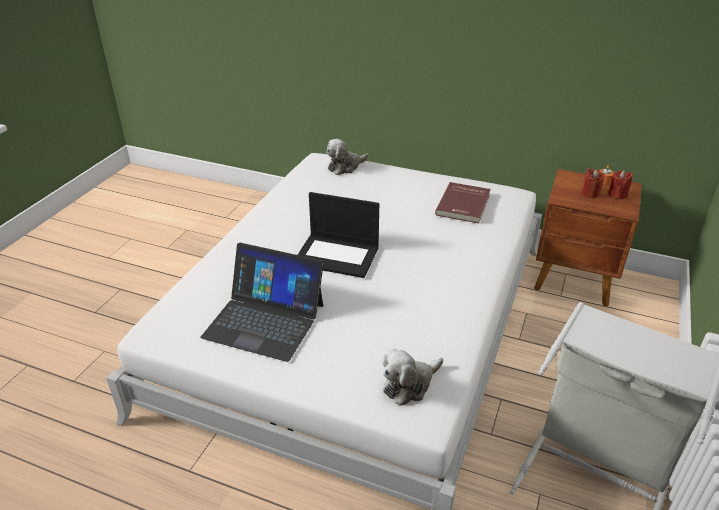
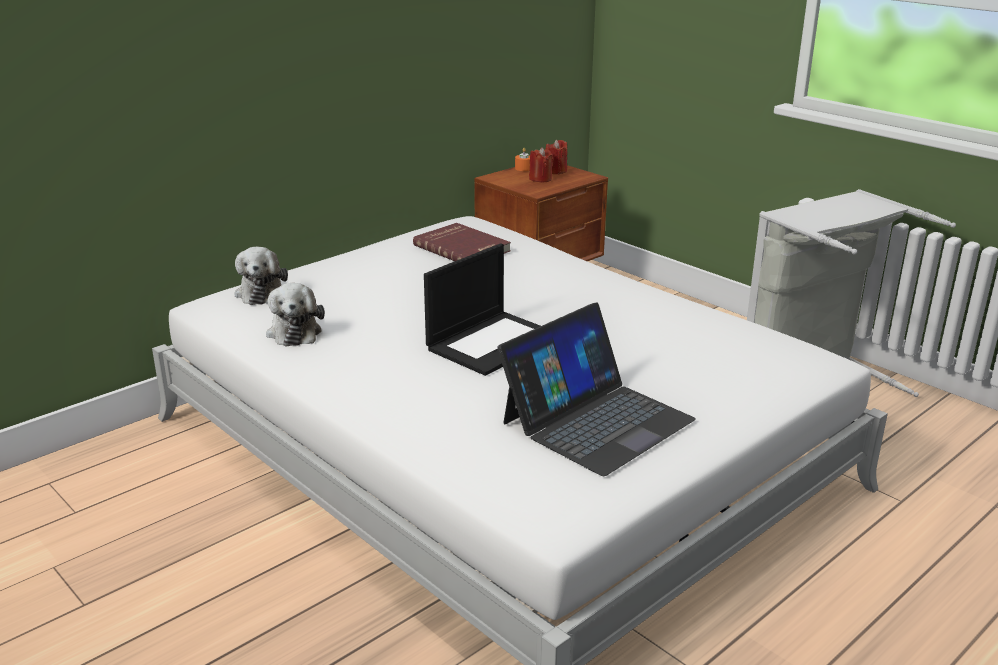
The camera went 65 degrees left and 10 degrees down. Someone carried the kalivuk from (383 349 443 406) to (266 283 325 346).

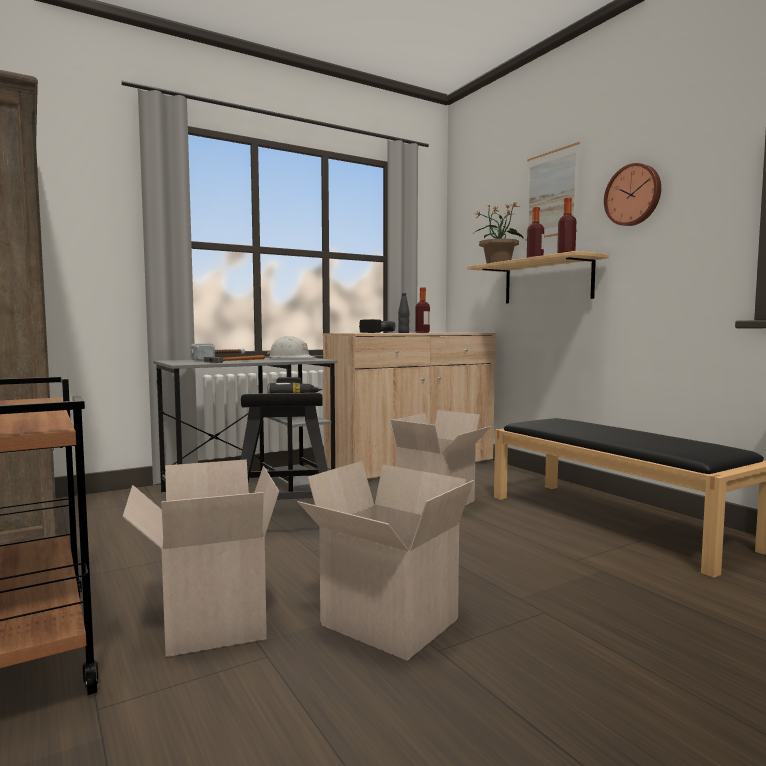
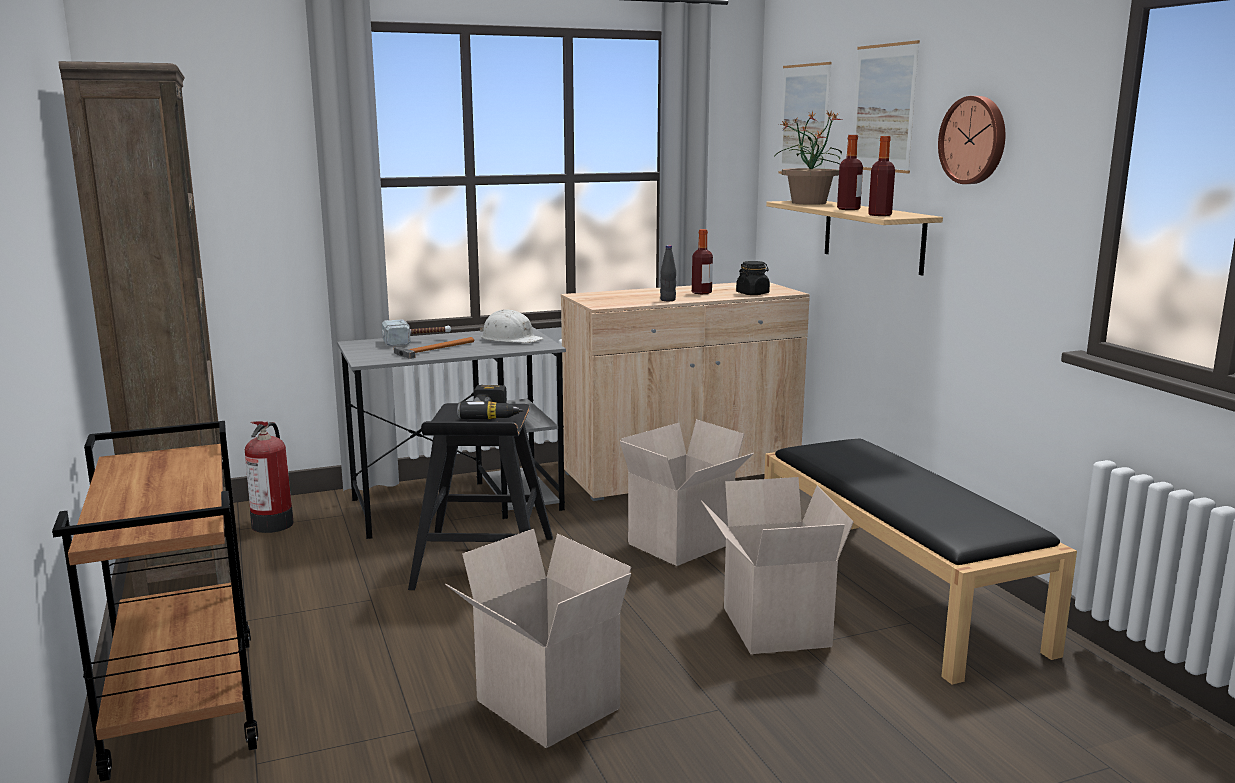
The camera went 10 degrees right and 10 degrees up. Someone took away the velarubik at (359 319 395 333). Someone put down the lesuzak at (245 421 294 533). Someone put down the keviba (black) at (736 261 770 295). Someone put up the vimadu at (779 62 831 174). Someone carried the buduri from (123 459 279 657) to (701 477 854 654).

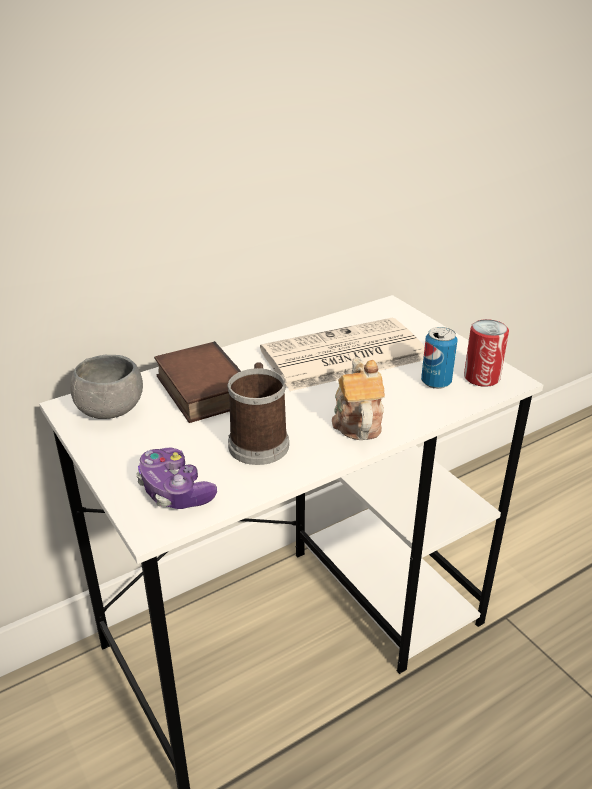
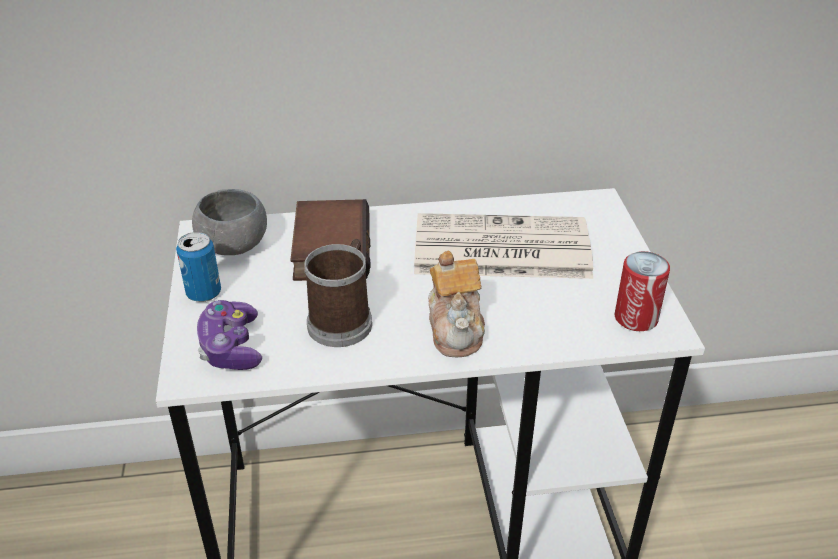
The camera went 25 degrees right and 5 degrees up. Someone carried the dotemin from (421 327 457 389) to (176 232 221 302). Someone rotated the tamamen at (332 357 385 440) by 150 degrees clockwise.

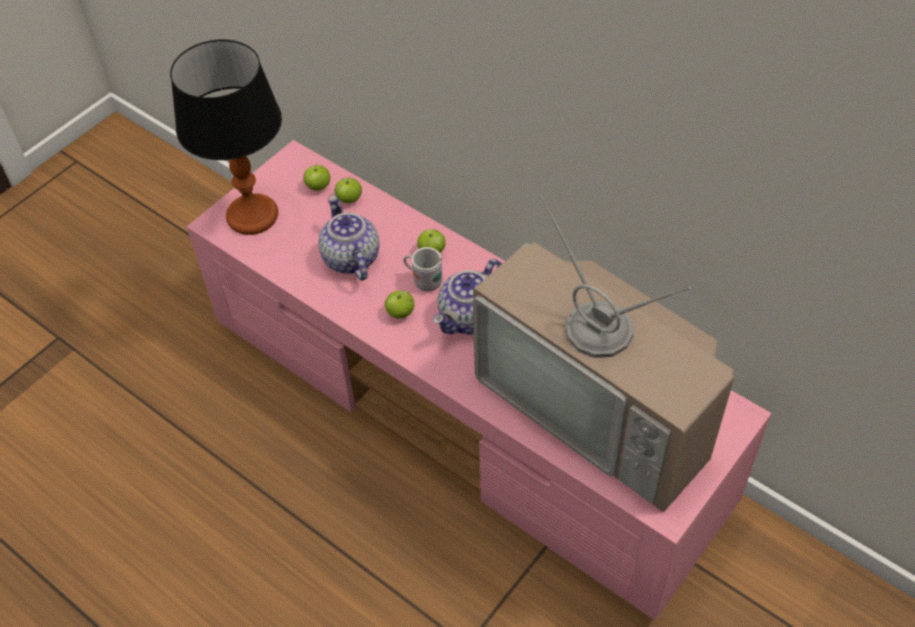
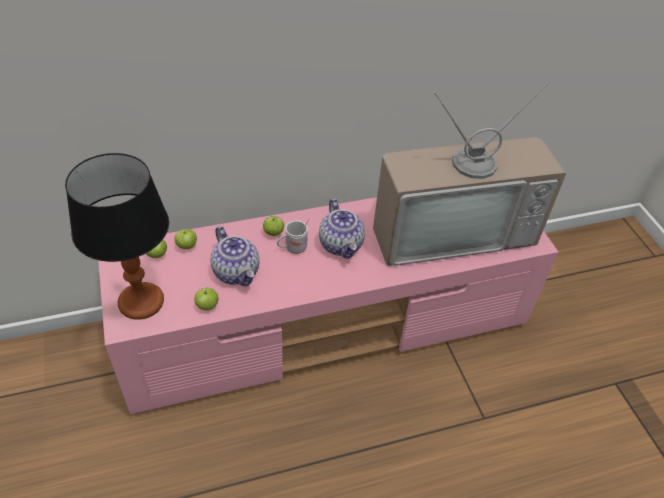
The camera went 60 degrees left and 5 degrees down. Someone carried the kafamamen from (385 290 414 319) to (194 288 218 310). Someone rotated the tamamen at (319 196 379 281) by 135 degrees counterclockwise.

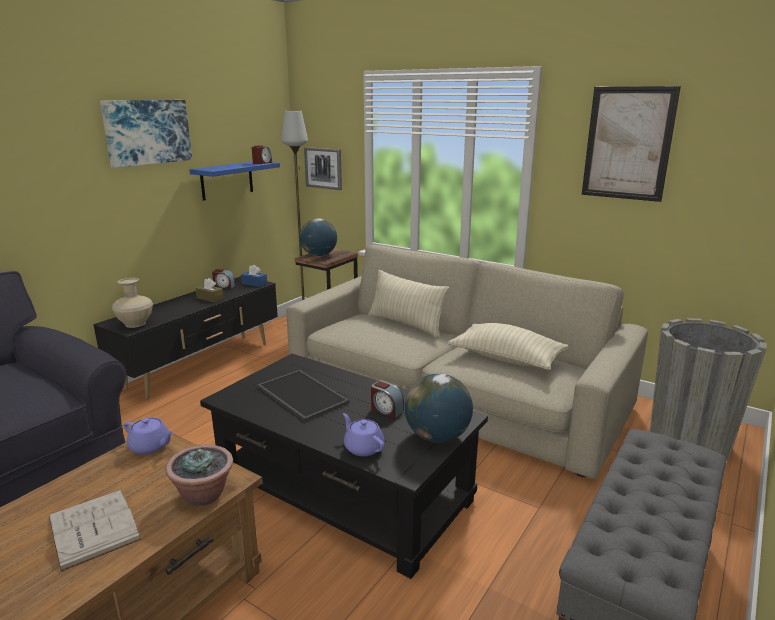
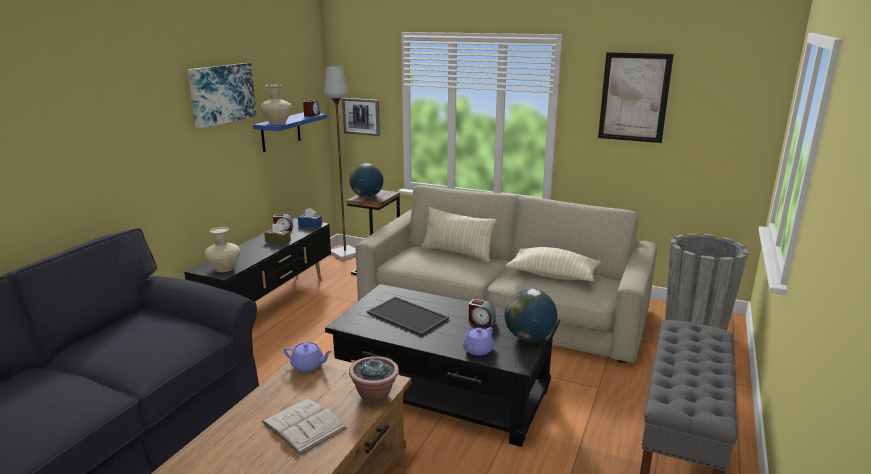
The camera went 10 degrees left and 0 degrees up. Someone put down the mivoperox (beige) at (260 84 292 125). Someone rotated the tamamen (purple) at (343 413 384 456) by 90 degrees counterclockwise.

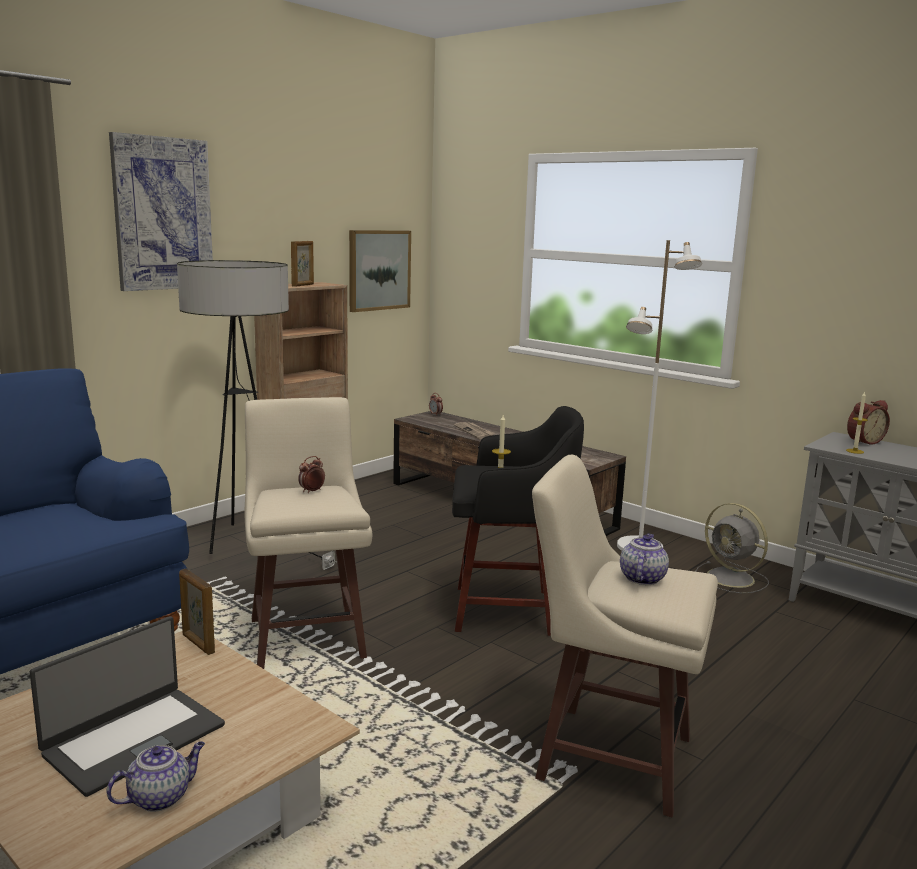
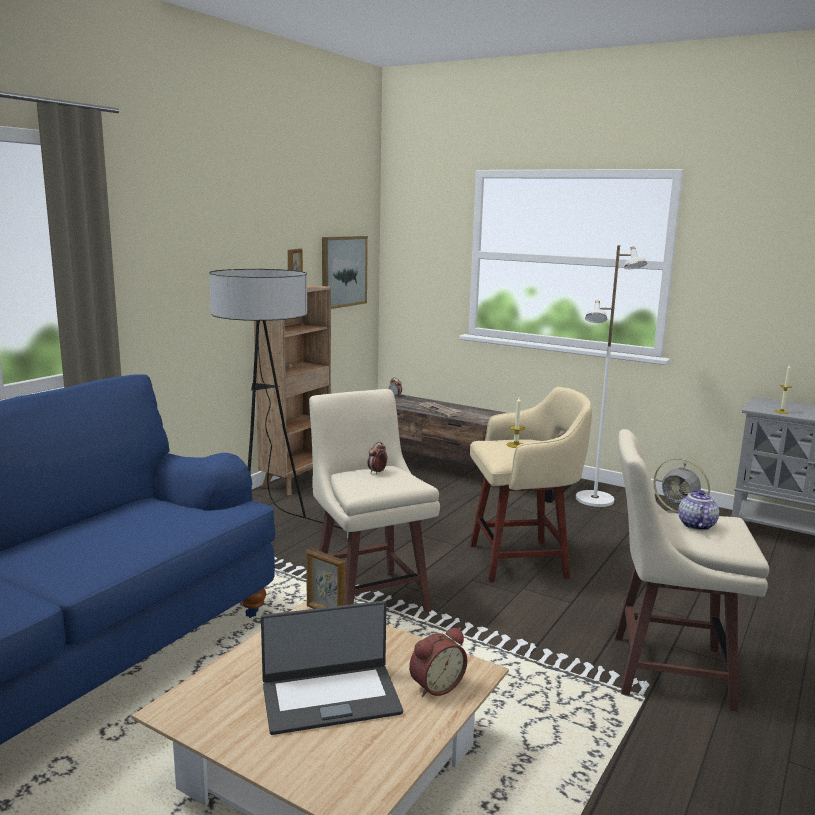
The camera went 10 degrees left and 0 degrees up. Someone took away the tamamen at (106 742 205 812). Someone took away the vimadu at (109 132 213 291). Someone carried the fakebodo from (847 400 890 445) to (409 628 467 697). Someone repainted the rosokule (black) at (452 406 584 636), which became the rosokule (beige) at (470 387 592 583). Someone rotated the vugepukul at (30 616 225 797) by 45 degrees clockwise.

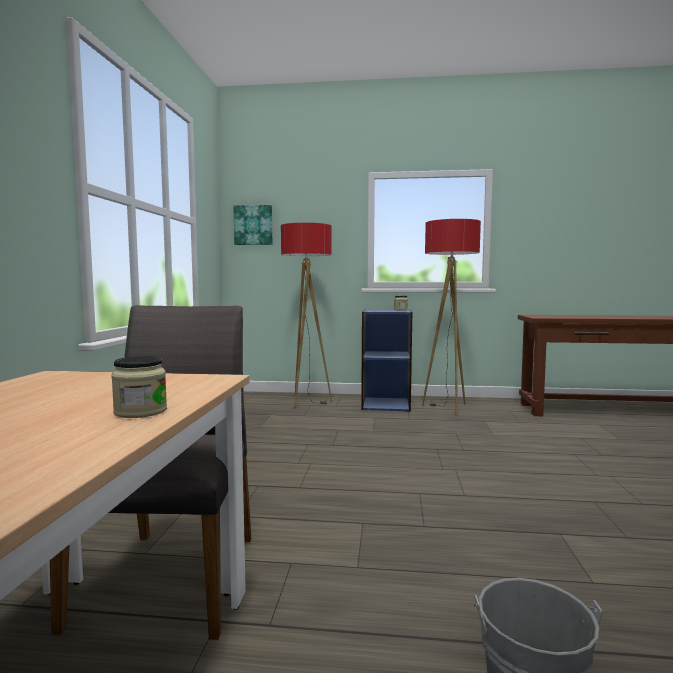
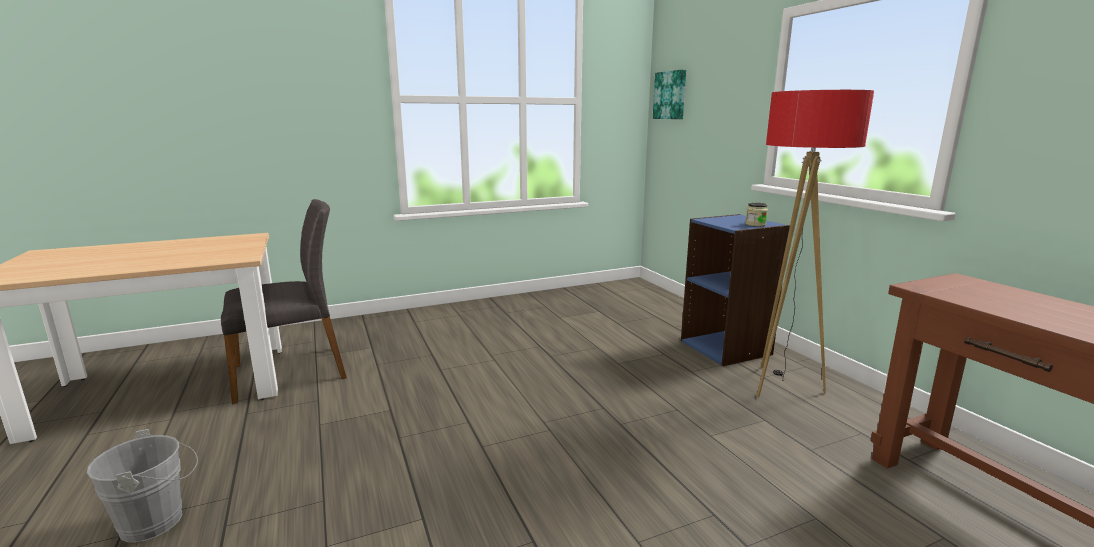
The camera went 60 degrees right and 10 degrees up. Someone took away the keviba at (111 356 167 418). Someone took away the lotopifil at (281 223 332 408).

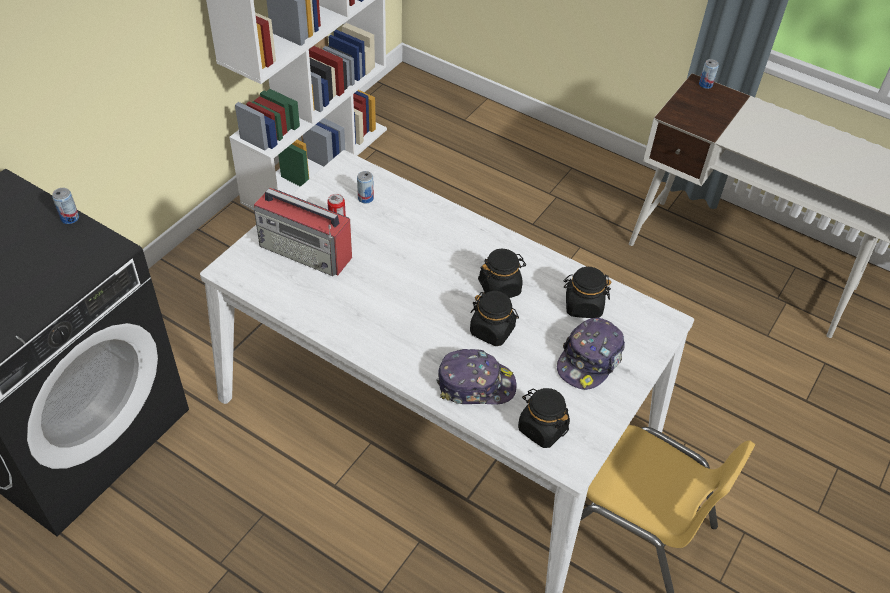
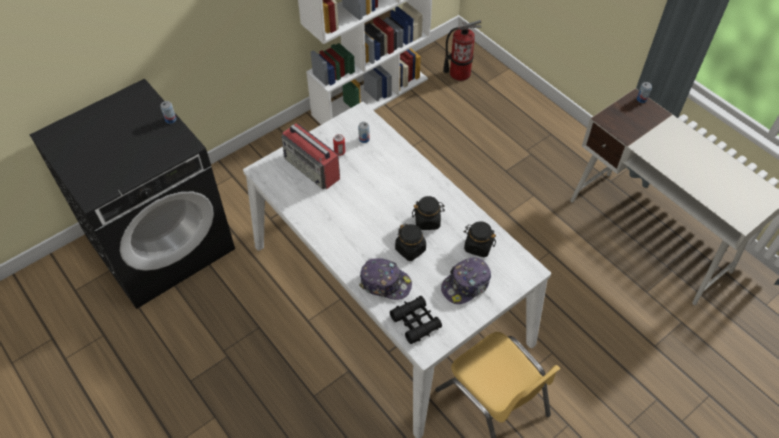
The camera went 20 degrees right and 5 degrees up. Someone put down the lesuzak at (443 20 481 81). Someone swapped the keviba (black) at (518 388 570 448) for the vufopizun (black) at (390 296 442 344).

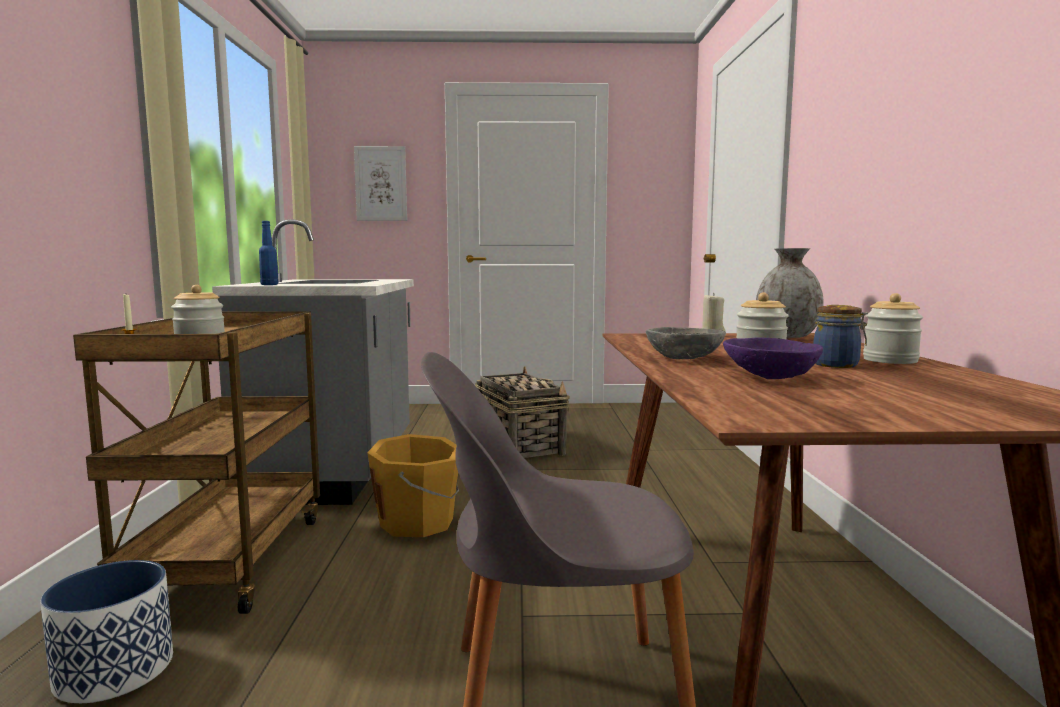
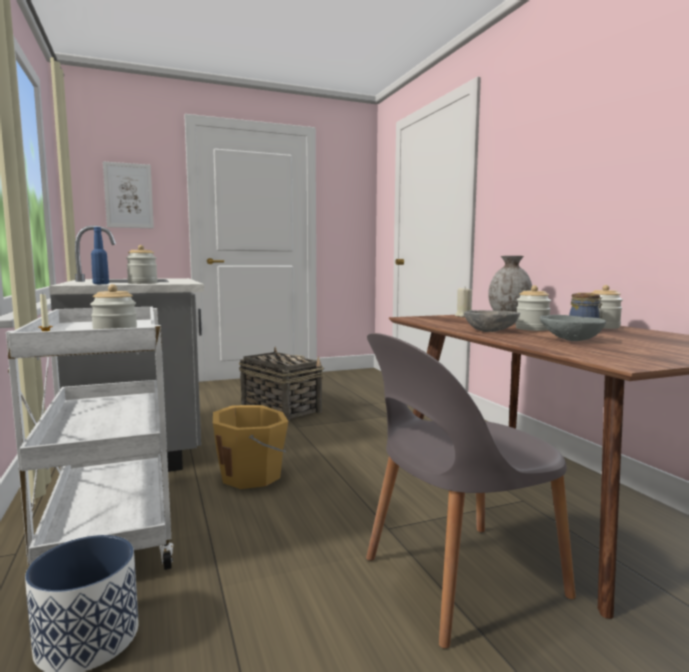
The camera went 20 degrees left and 0 degrees up. Someone put down the keviba at (126 245 158 284). Someone repainted the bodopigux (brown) at (73 311 320 614), which became the bodopigux (white) at (6 307 173 570). Someone repainted the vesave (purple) at (723 338 823 379), which became the vesave (grey) at (540 315 606 341).

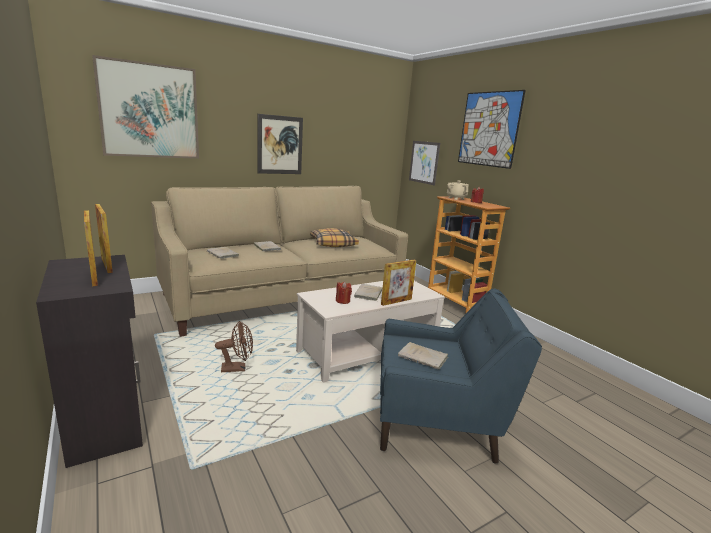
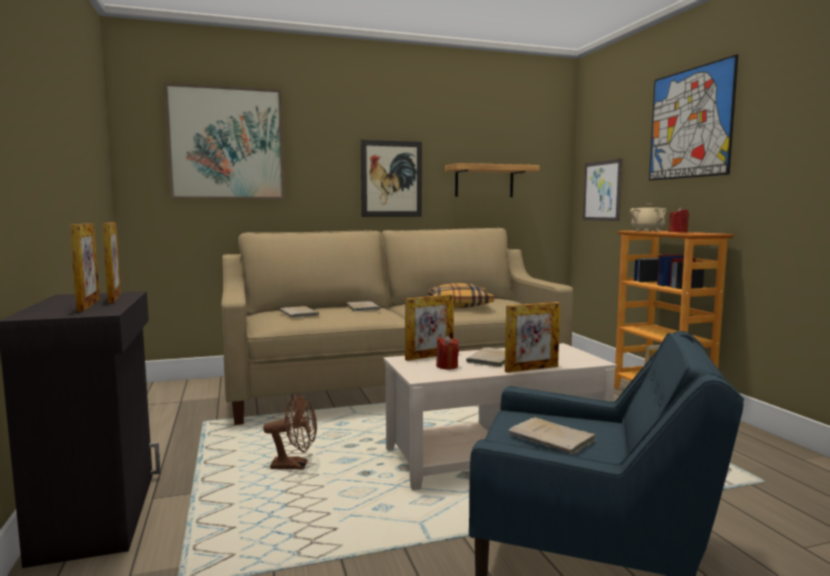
The camera went 15 degrees right and 10 degrees down. Someone put down the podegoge at (405 294 454 361). Someone put up the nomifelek at (445 163 539 197).

